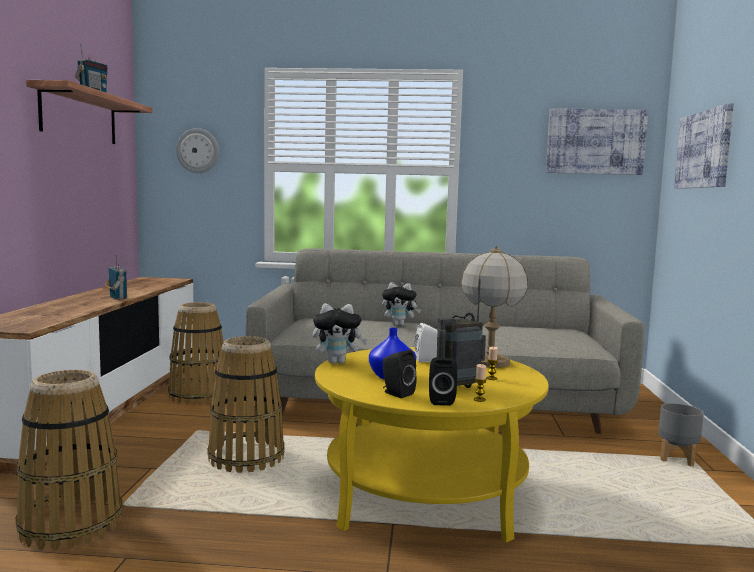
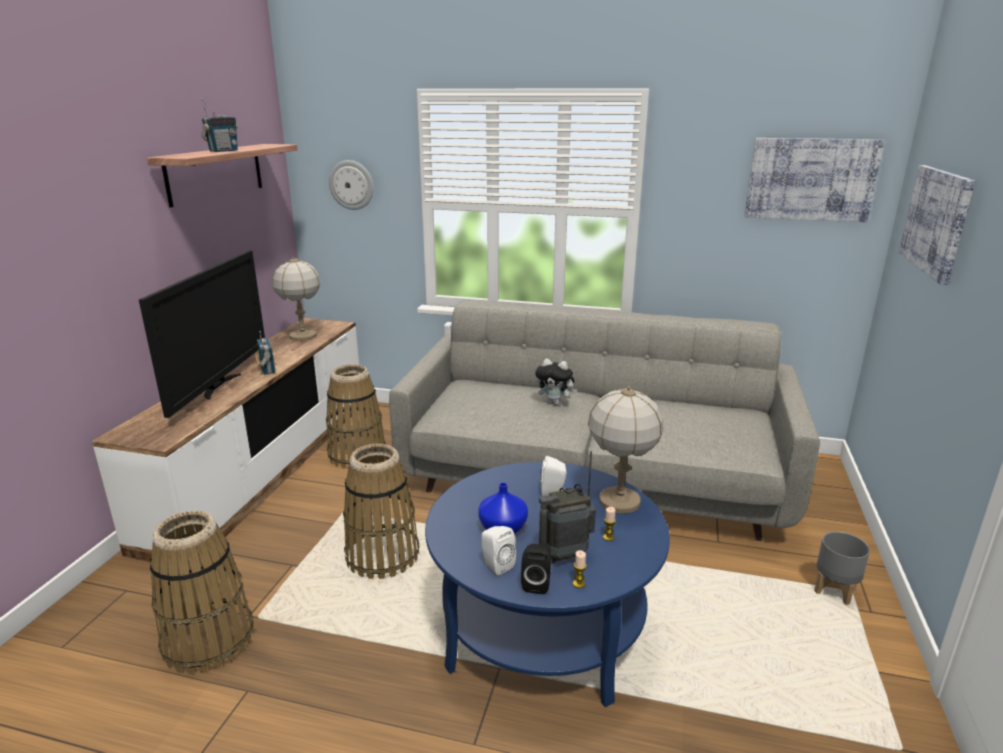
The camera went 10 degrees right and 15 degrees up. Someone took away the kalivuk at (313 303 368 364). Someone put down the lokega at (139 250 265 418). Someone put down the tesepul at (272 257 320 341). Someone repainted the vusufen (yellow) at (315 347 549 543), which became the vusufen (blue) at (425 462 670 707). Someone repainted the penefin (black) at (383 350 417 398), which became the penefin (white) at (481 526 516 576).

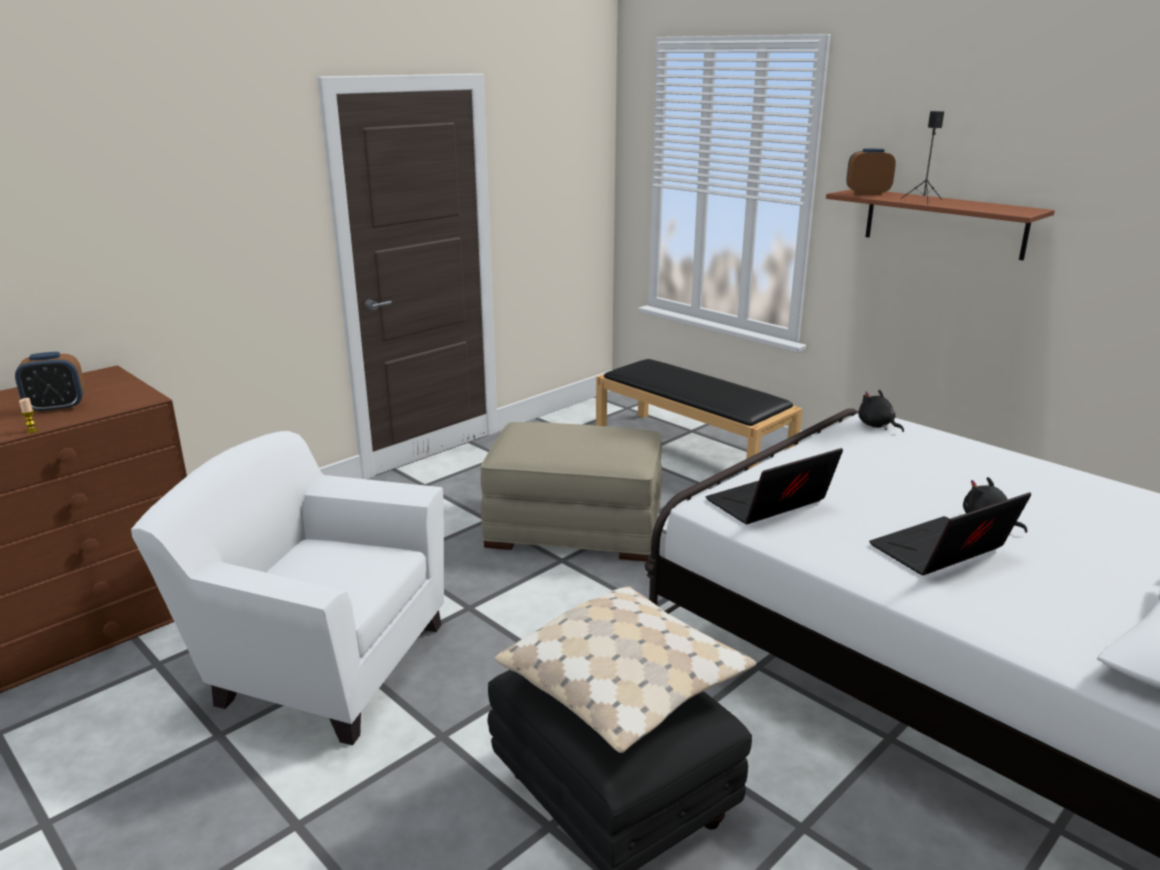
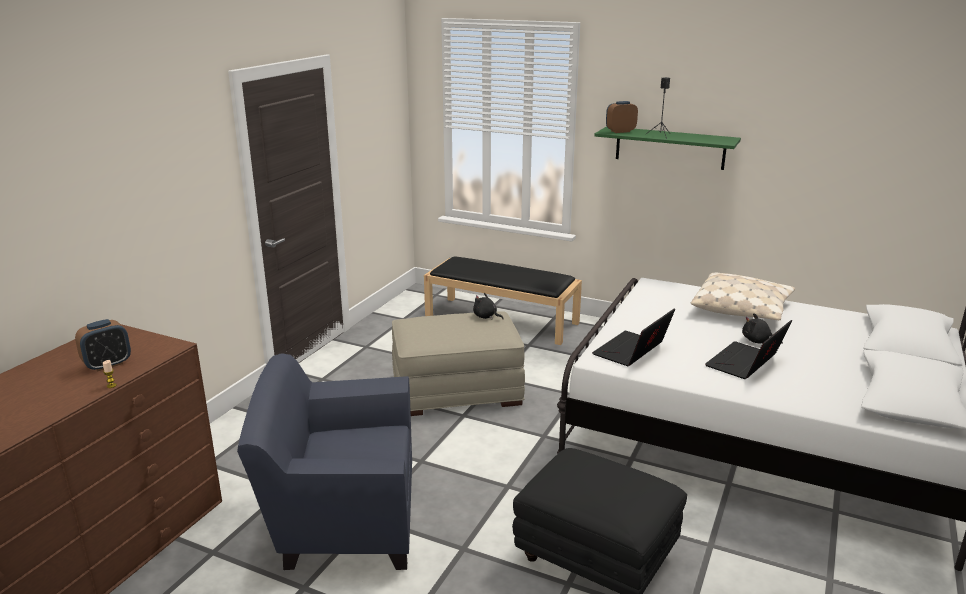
The camera went 20 degrees left and 0 degrees up. Someone carried the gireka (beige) from (494 586 756 753) to (691 273 795 320). Someone carried the kalivuk (black) from (858 390 904 432) to (473 293 504 320). Someone repainted the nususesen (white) at (131 431 444 745), which became the nususesen (blue) at (237 353 412 570). Someone repainted the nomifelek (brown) at (826 189 1055 260), which became the nomifelek (green) at (595 126 741 170).

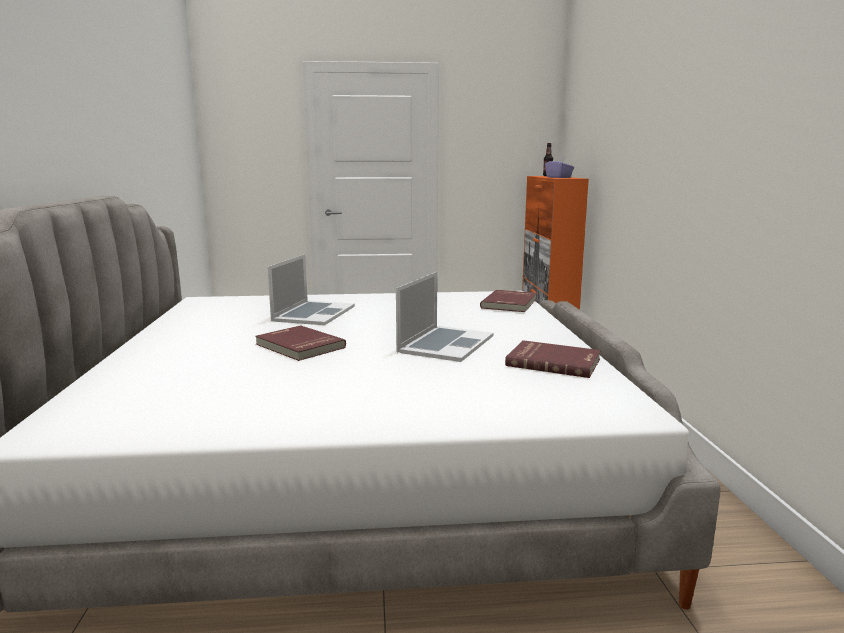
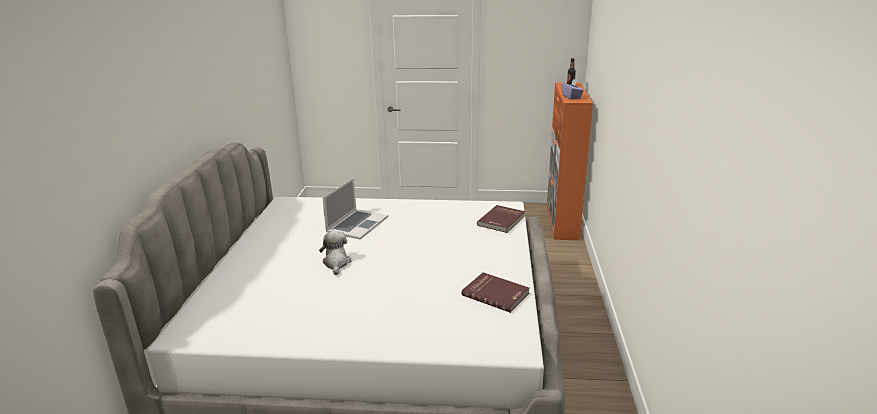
The camera went 10 degrees right and 10 degrees up. Someone took away the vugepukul at (396 272 493 362). Someone swapped the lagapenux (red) at (255 325 346 361) for the kalivuk at (319 231 351 275).

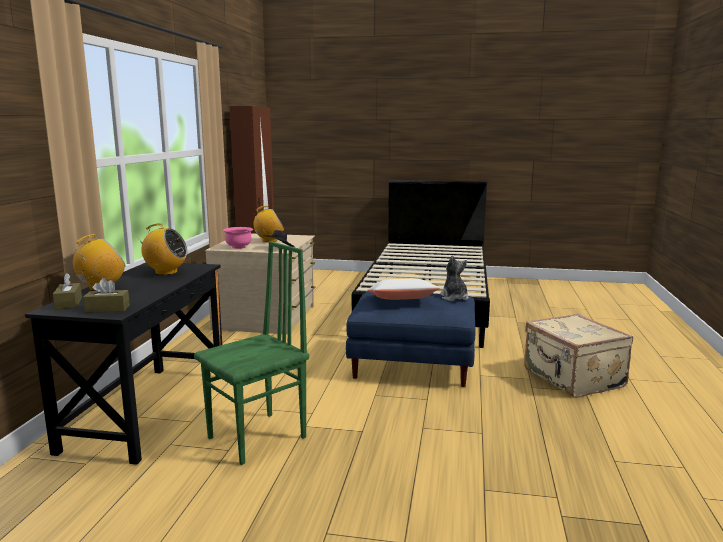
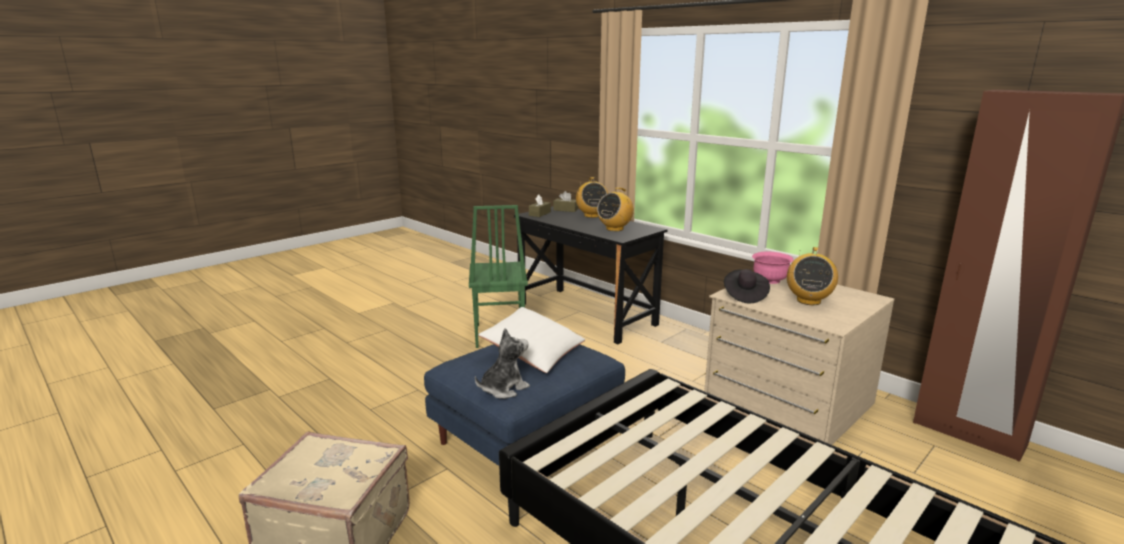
The camera went 125 degrees right and 5 degrees up. Someone rotated the kalivuk at (440 255 469 301) by 60 degrees counterclockwise.

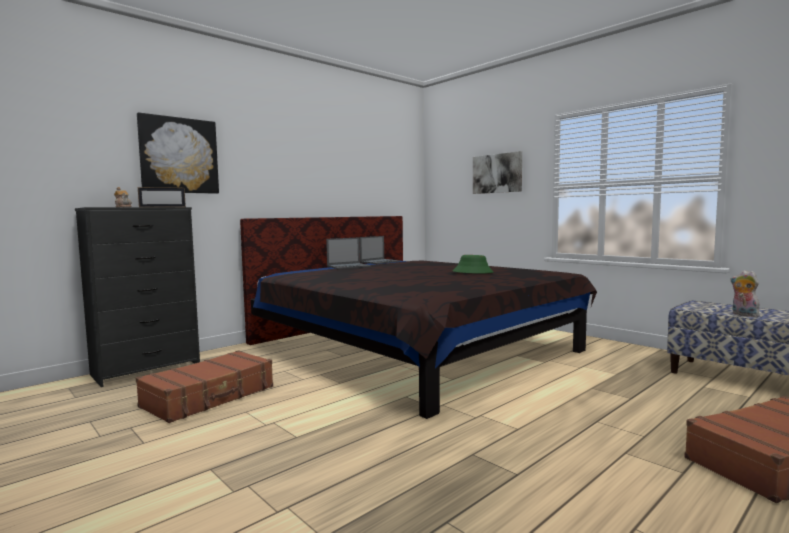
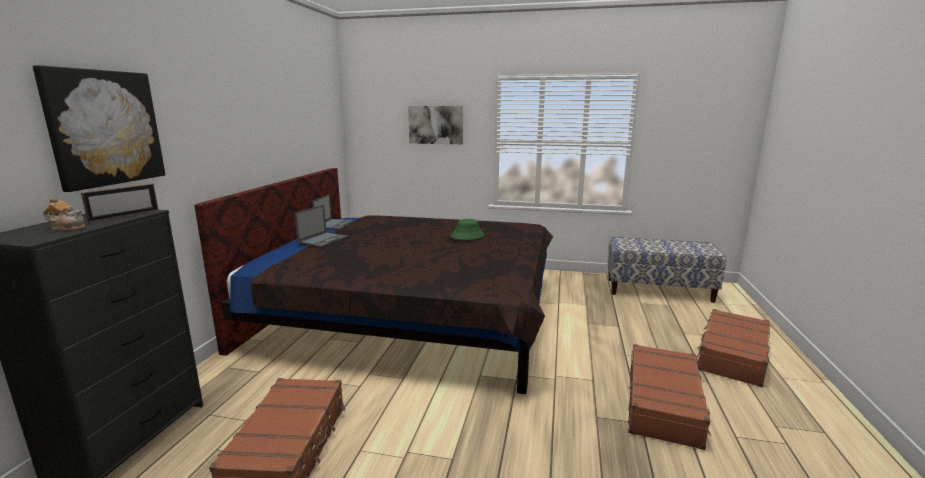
The camera went 35 degrees left and 10 degrees up. Someone took away the kalivuk at (730 270 759 317). Someone put down the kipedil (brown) at (628 344 712 450).

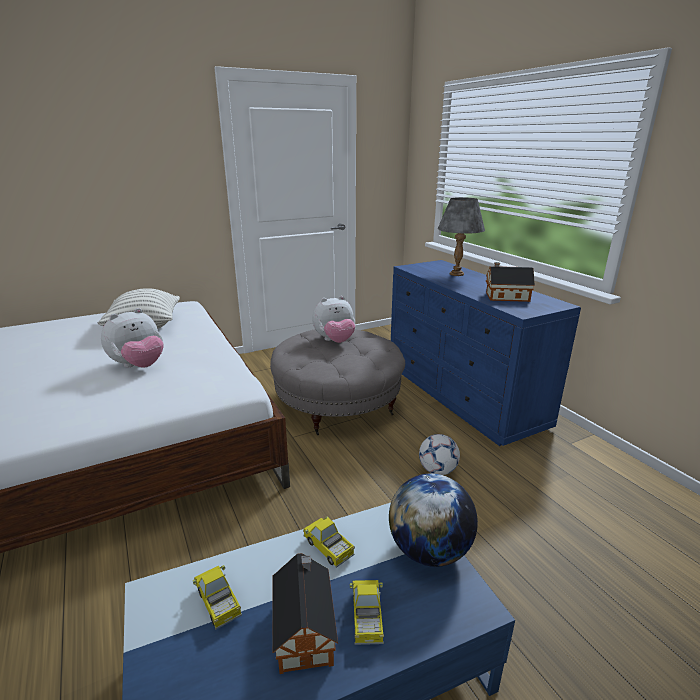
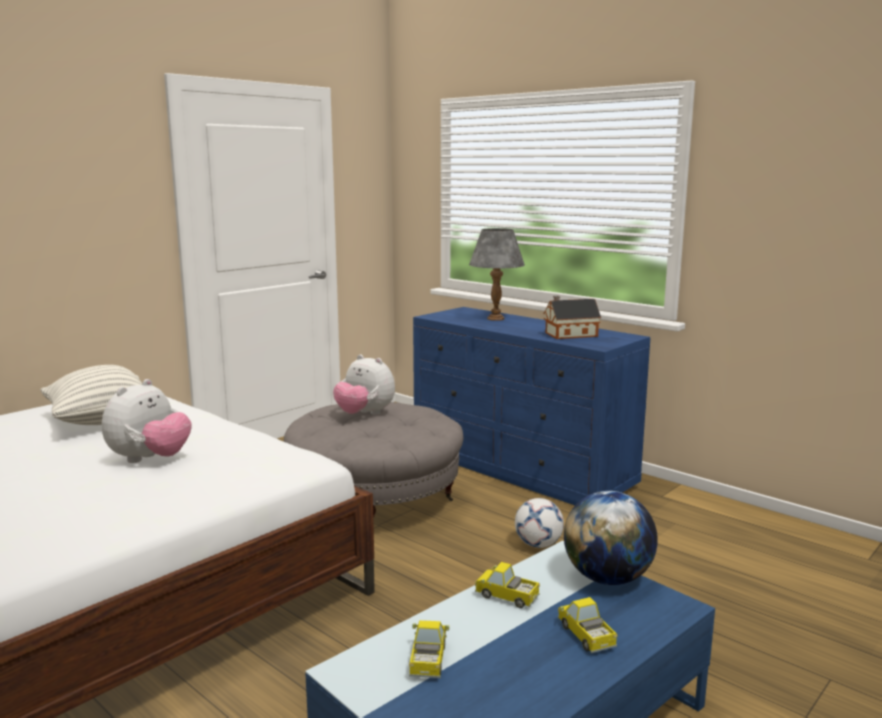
The camera went 20 degrees left and 10 degrees down. Someone took away the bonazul at (272 553 338 674). Someone rotated the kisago at (193 565 242 630) by 60 degrees clockwise. Someone rotated the kalivuk at (312 296 355 343) by 75 degrees clockwise.

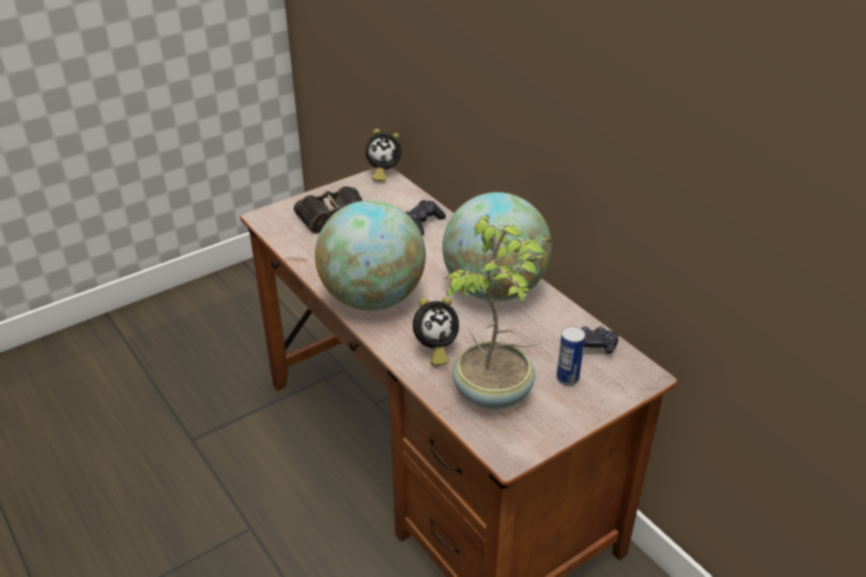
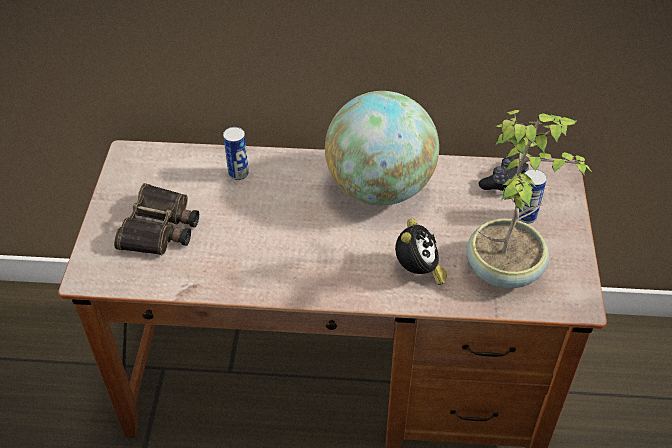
The camera went 50 degrees left and 10 degrees up. Someone took away the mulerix at (315 200 426 311). Someone took away the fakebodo at (365 129 402 182). Someone swapped the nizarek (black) at (405 200 446 235) for the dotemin at (223 127 249 180).

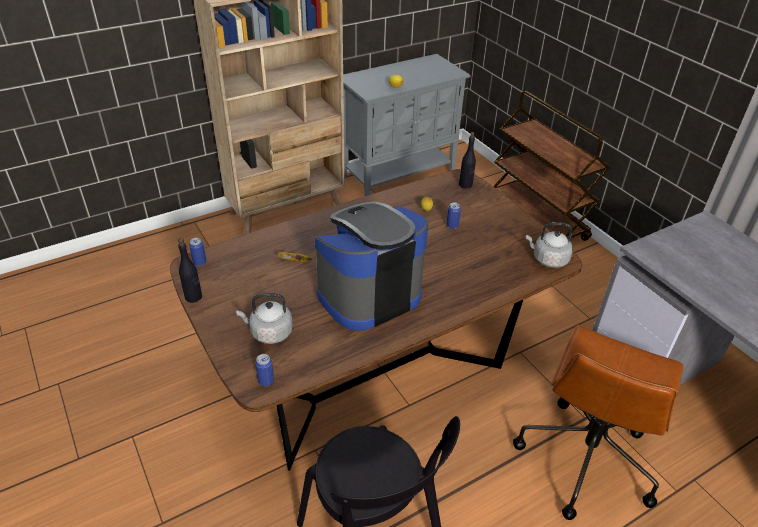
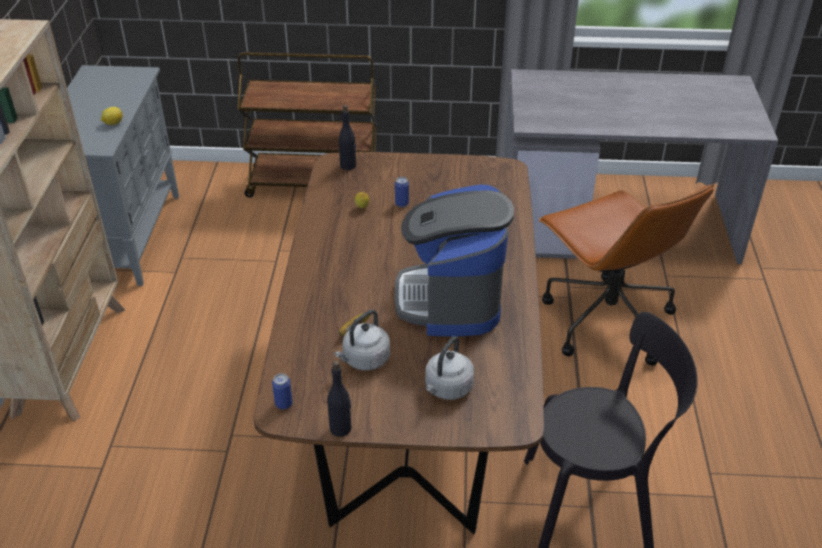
The camera went 55 degrees left and 0 degrees up. Someone took away the dotemin at (255 354 274 386). Someone carried the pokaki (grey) from (526 222 573 268) to (334 310 390 370).

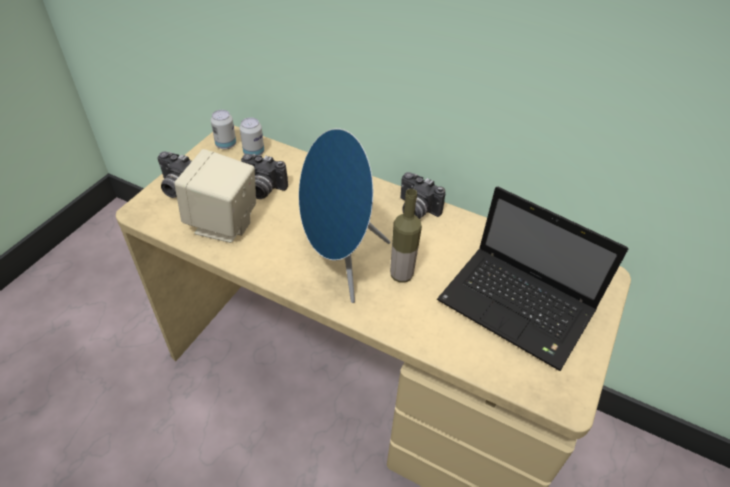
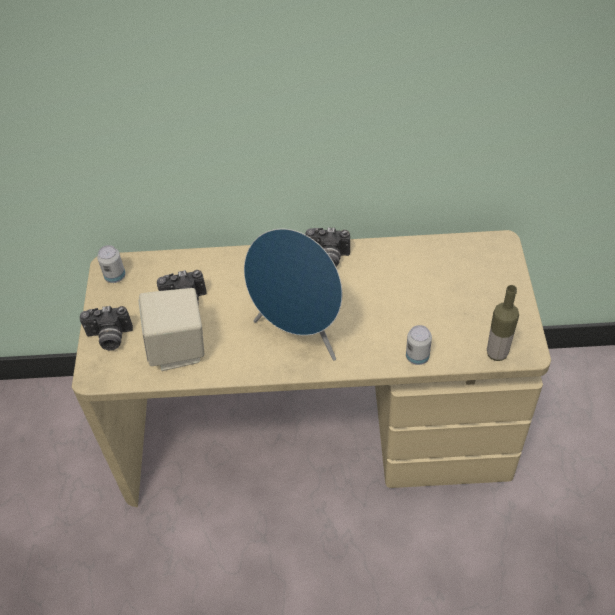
The camera went 25 degrees left and 5 degrees up. Someone took away the vugepukul at (437 187 628 371). Someone carried the dotemin from (240 117 264 156) to (406 325 432 365). Someone carried the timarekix from (390 189 422 283) to (487 285 519 361).

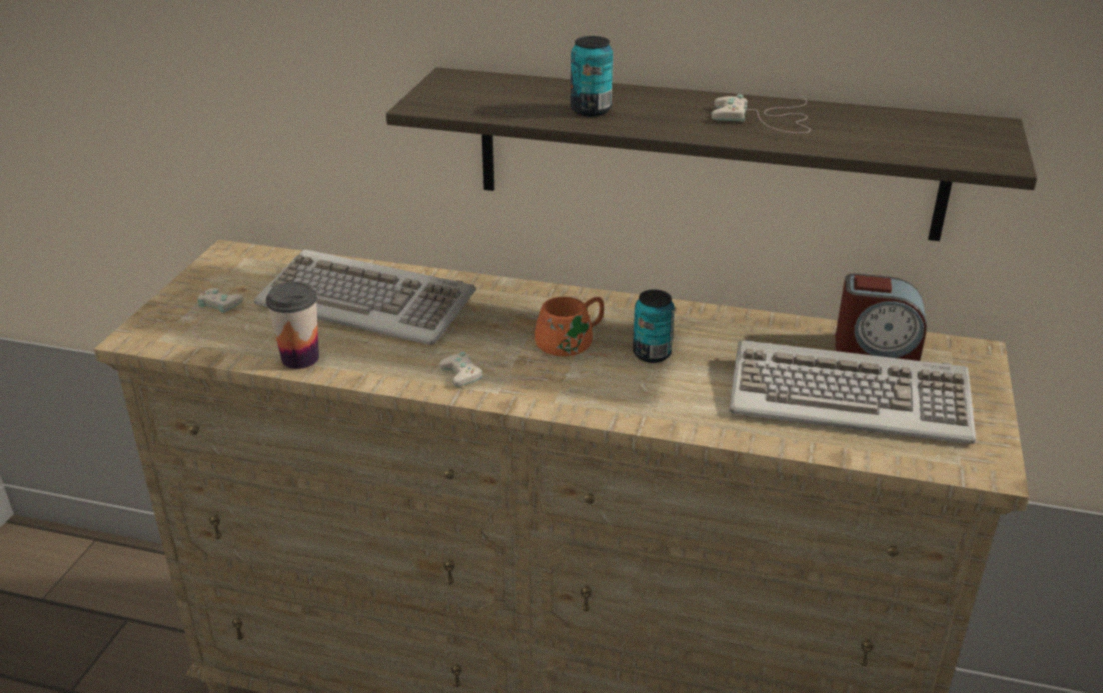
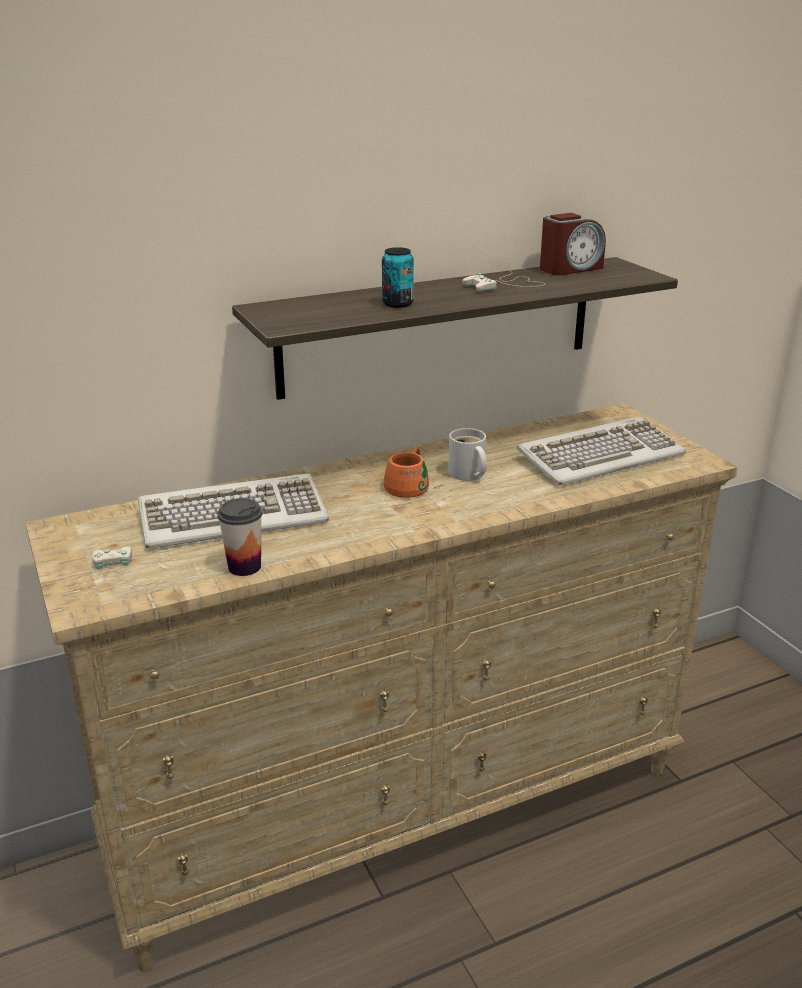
The camera went 40 degrees left and 5 degrees down. Someone took away the nizarek (white) at (439 329 548 387). Someone carried the fakebodo from (835 273 927 361) to (540 213 606 275). Someone swapped the dotemin at (633 290 675 363) for the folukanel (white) at (448 428 487 481).

